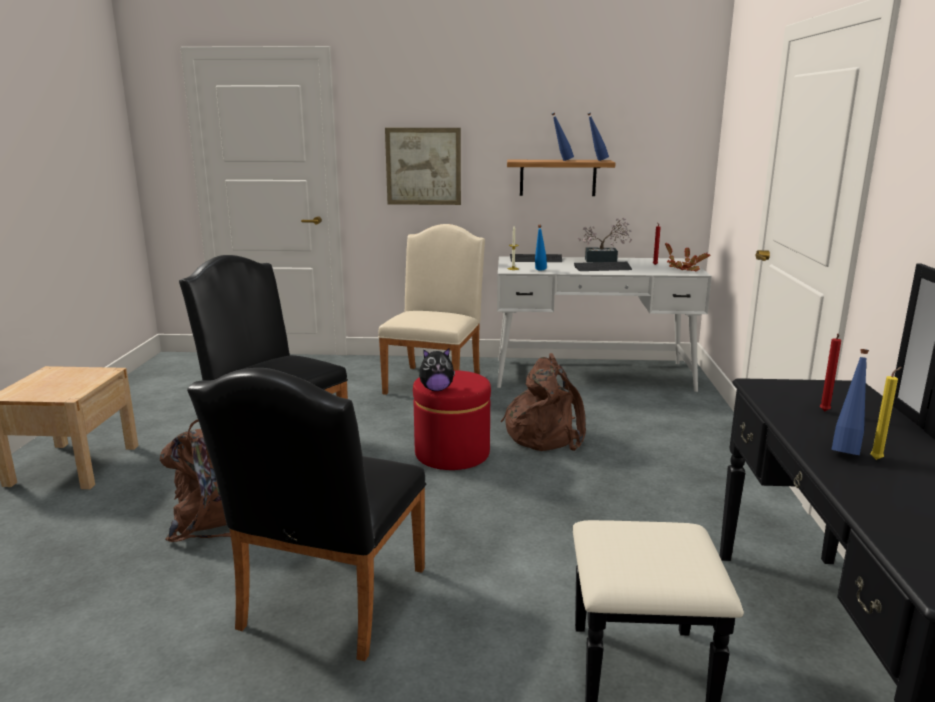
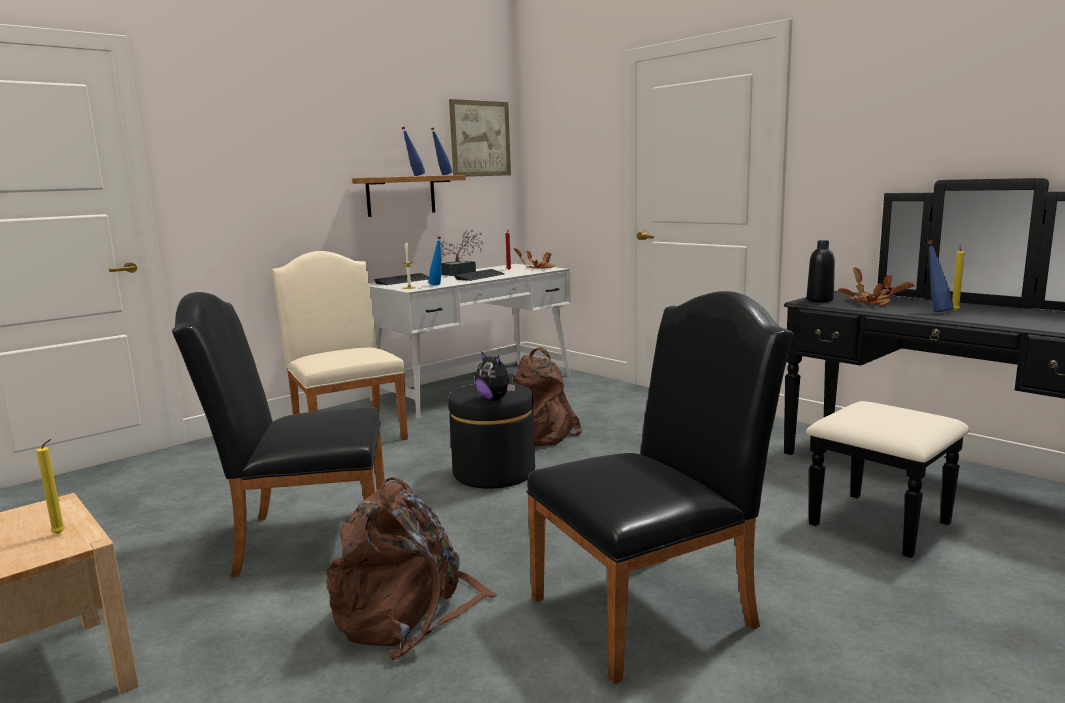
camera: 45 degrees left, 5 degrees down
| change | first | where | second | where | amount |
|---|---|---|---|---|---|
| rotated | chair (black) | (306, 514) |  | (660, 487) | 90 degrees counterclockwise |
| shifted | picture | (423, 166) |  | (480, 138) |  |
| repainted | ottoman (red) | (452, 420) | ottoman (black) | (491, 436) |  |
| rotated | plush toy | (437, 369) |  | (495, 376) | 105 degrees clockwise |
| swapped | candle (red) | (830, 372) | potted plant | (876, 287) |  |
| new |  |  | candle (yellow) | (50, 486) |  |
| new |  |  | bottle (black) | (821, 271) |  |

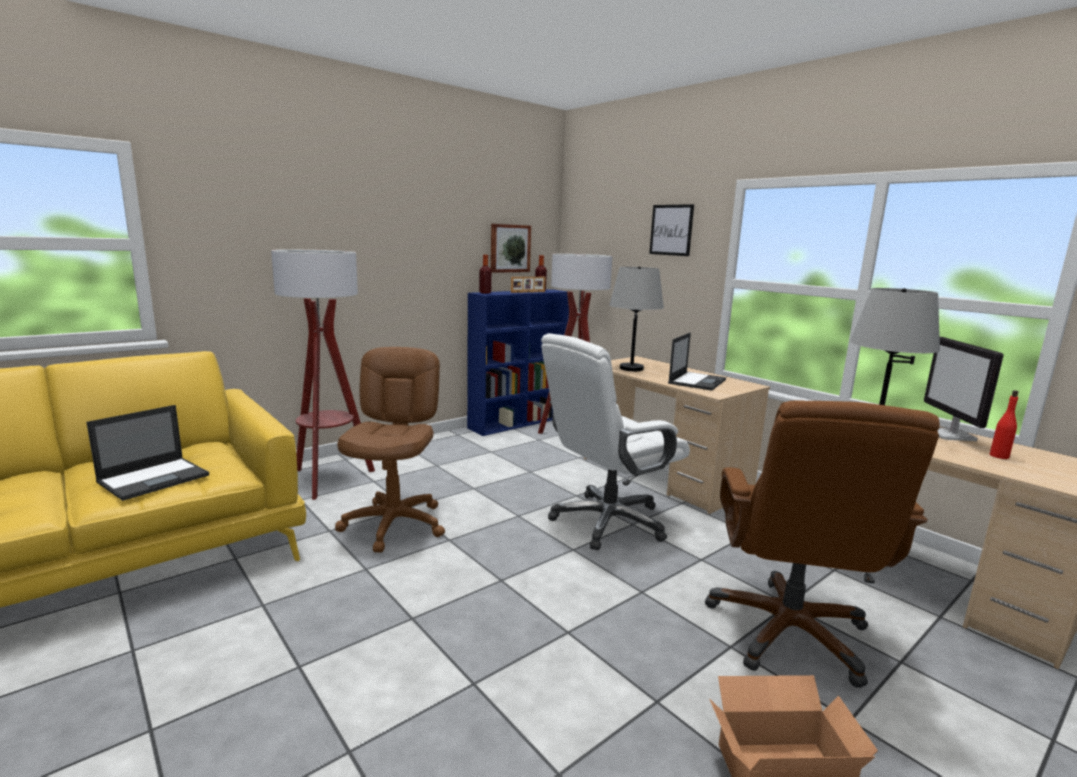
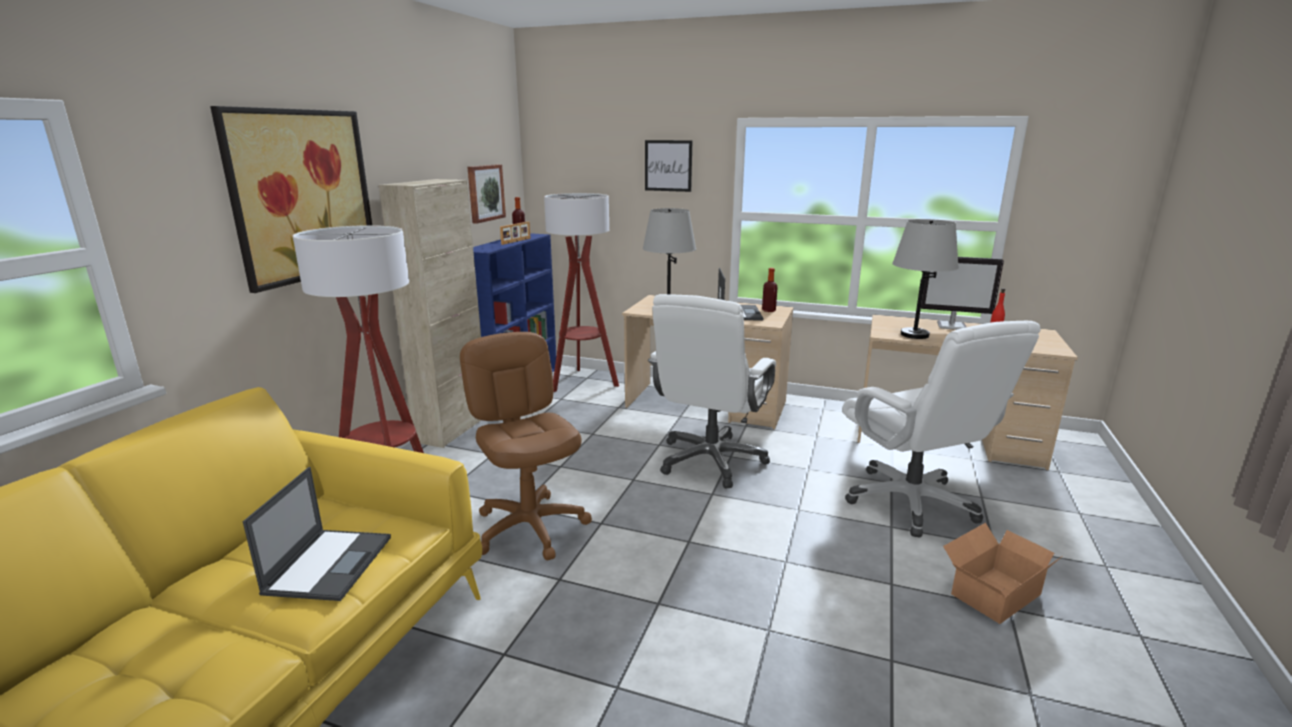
camera: 30 degrees left, 5 degrees up
| change | first | where | second | where | amount |
|---|---|---|---|---|---|
| shifted | bottle | (485, 274) |  | (770, 290) |  |
| repainted | office chair (brown) | (822, 544) | office chair (white) | (941, 429) |  |
| rotated | monitor | (964, 389) |  | (962, 293) | 45 degrees counterclockwise |
| new |  |  | picture | (291, 199) |  |
| new |  |  | cabinet (beige) | (430, 313) |  |

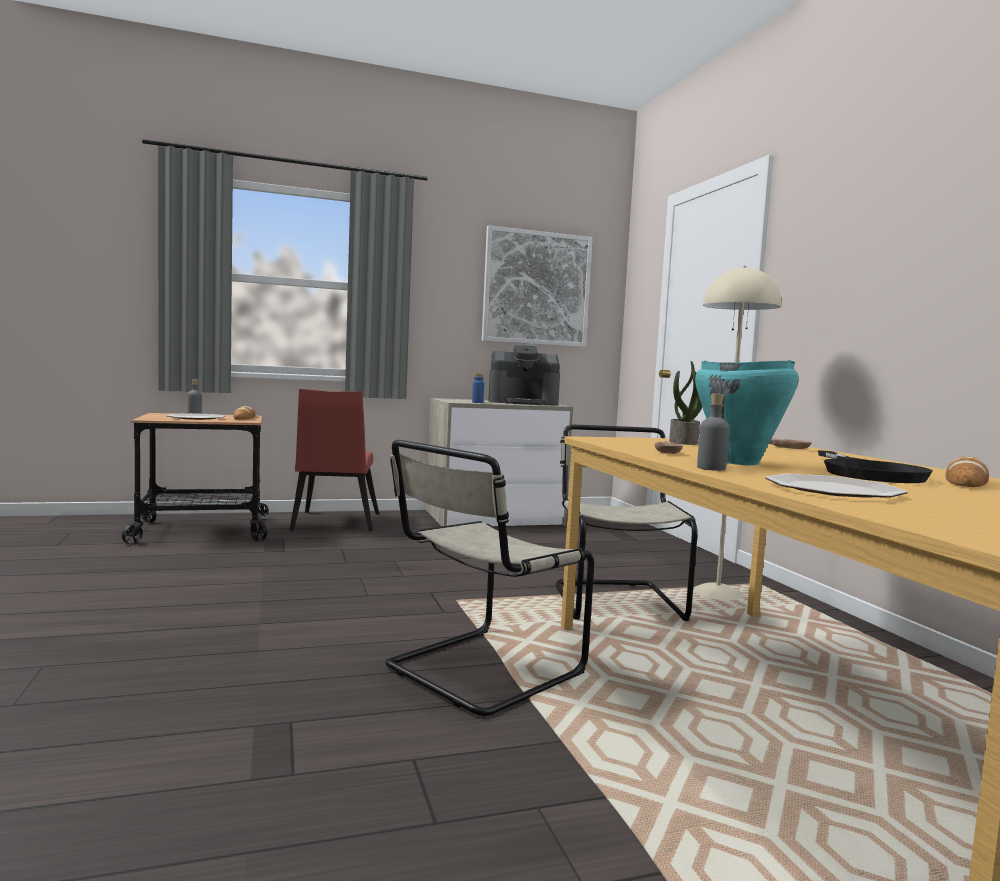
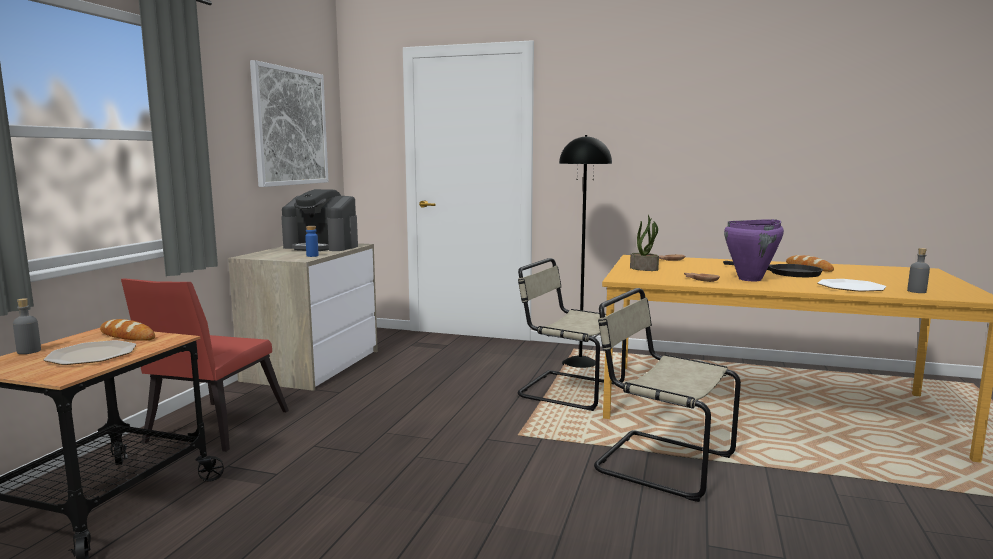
camera: 55 degrees left, 5 degrees up
| change | first | where | second | where | amount |
|---|---|---|---|---|---|
| rotated | chair (red) | (334, 460) |  | (205, 365) | 75 degrees clockwise |
| rotated | chair (beige) | (489, 578) |  | (667, 395) | 135 degrees clockwise |
| rotated | coffee machine | (524, 375) |  | (319, 220) | 75 degrees clockwise |
| repainted | floor lamp (beige) | (737, 433) | floor lamp (black) | (585, 251) |  |
| repainted | cooking pot (turquoise) | (747, 412) | cooking pot (purple) | (754, 250) |  |
| shifted | bottle (grey) | (713, 432) |  | (918, 270) |  |

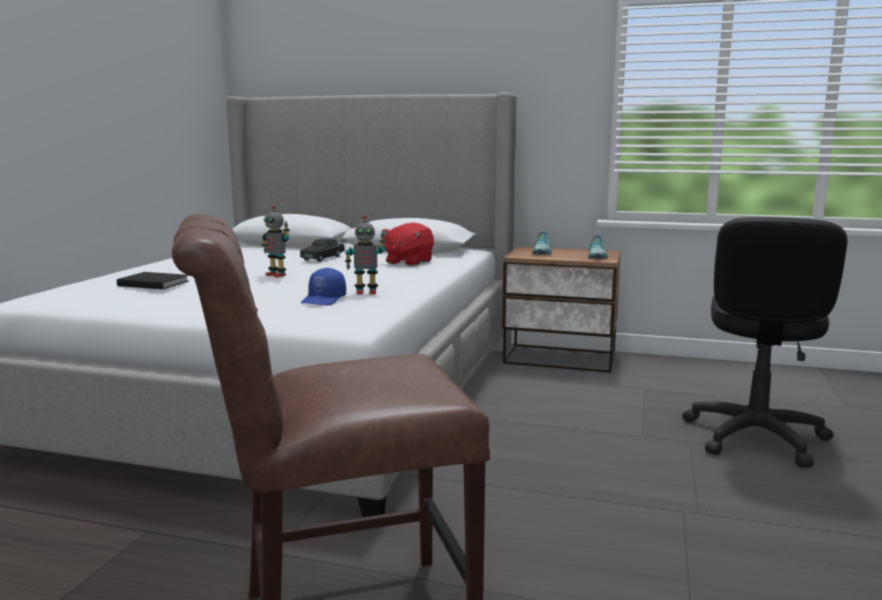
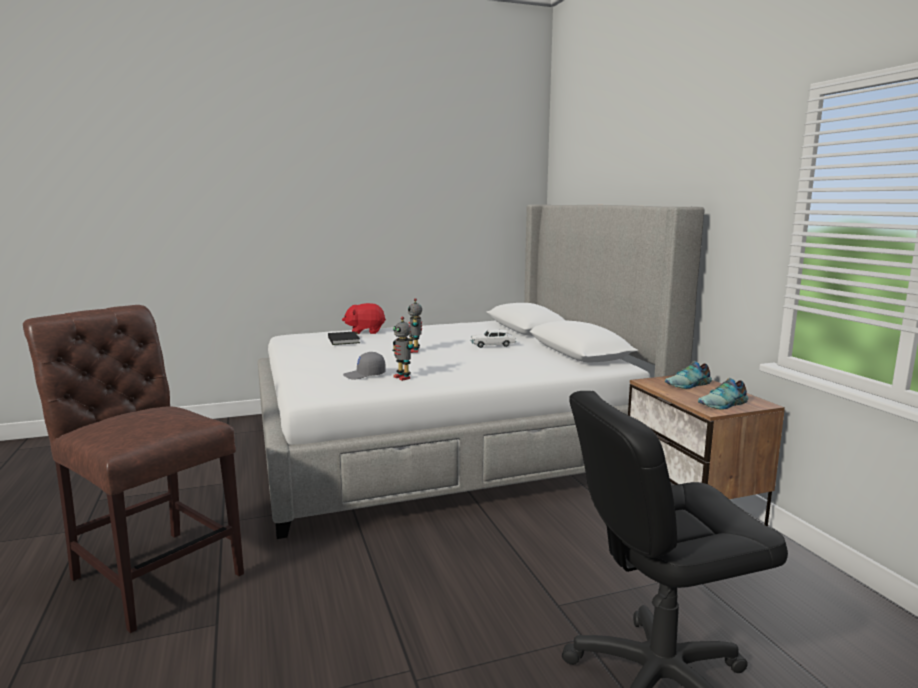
camera: 55 degrees right, 0 degrees up
| change | first | where | second | where | amount |
|---|---|---|---|---|---|
| repainted | toy car (black) | (322, 250) | toy car (white) | (493, 338) |  |
| repainted | cap (blue) | (323, 287) | cap (grey) | (364, 366) |  |
| shifted | plush toy (red) | (407, 244) |  | (364, 318) |  |

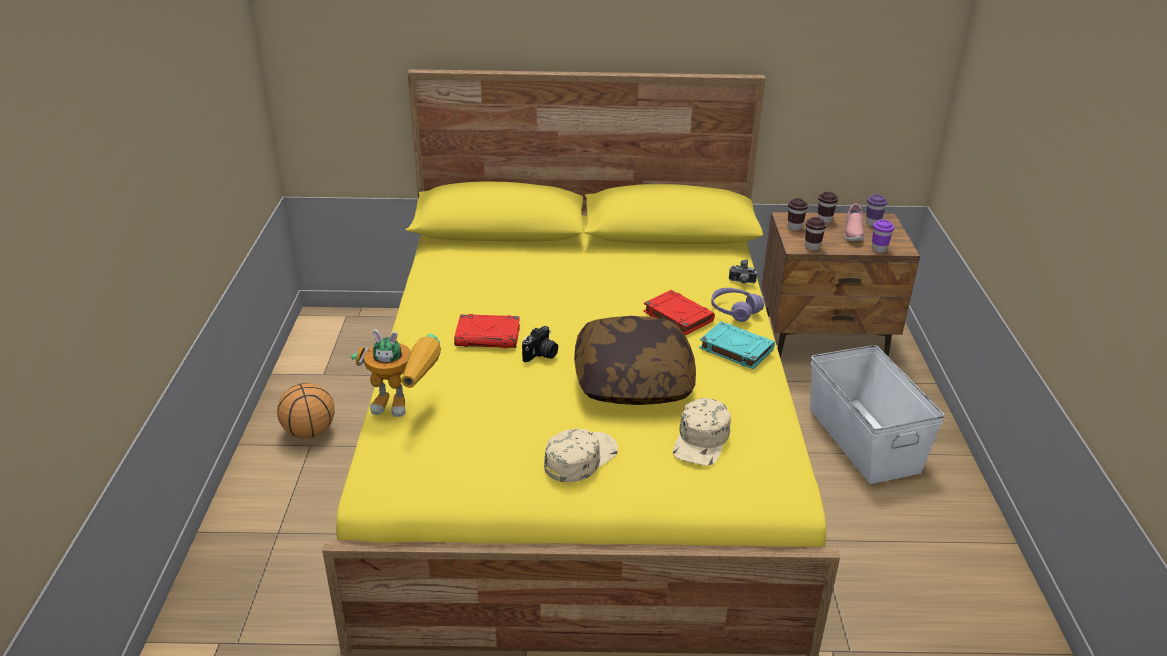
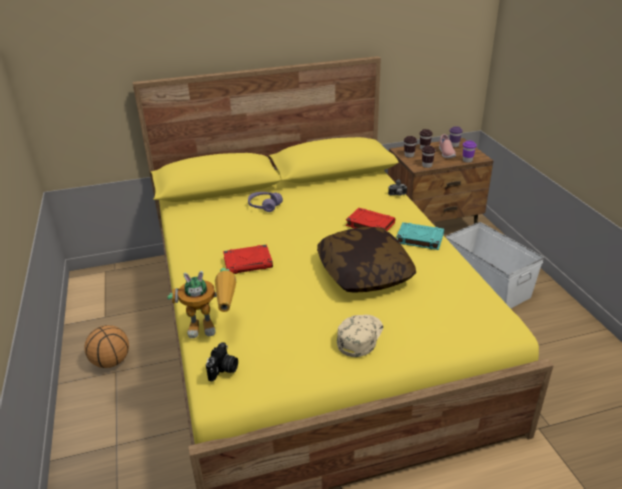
camera: 15 degrees left, 0 degrees up
| change | first | where | second | where | amount |
|---|---|---|---|---|---|
| shifted | photo camera | (540, 344) |  | (222, 362) |  |
| gone | cap (beige) | (702, 432) |  |  |  |
| shifted | headphones (purple) | (737, 305) |  | (265, 202) |  |

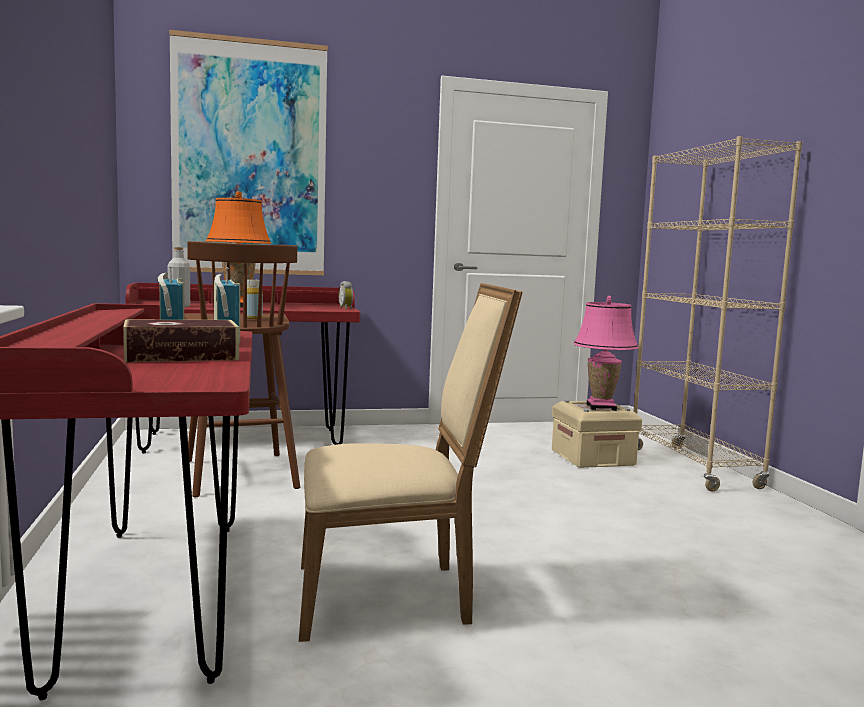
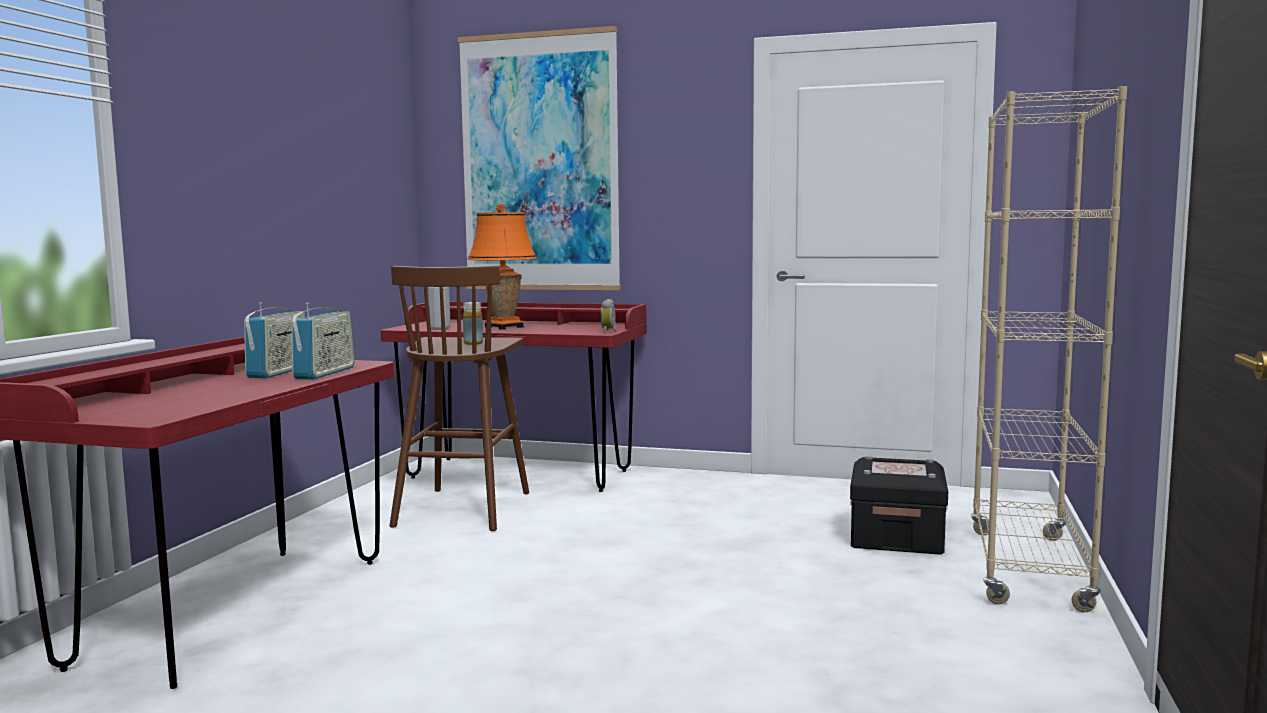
camera: 30 degrees right, 0 degrees up
| change | first | where | second | where | amount |
|---|---|---|---|---|---|
| gone | book | (181, 341) |  |  |  |
| gone | chair (beige) | (410, 462) |  |  |  |
| repainted | storage box (beige) | (597, 434) | storage box (black) | (899, 505) |  |
| gone | table lamp (pink) | (606, 353) |  |  |  |

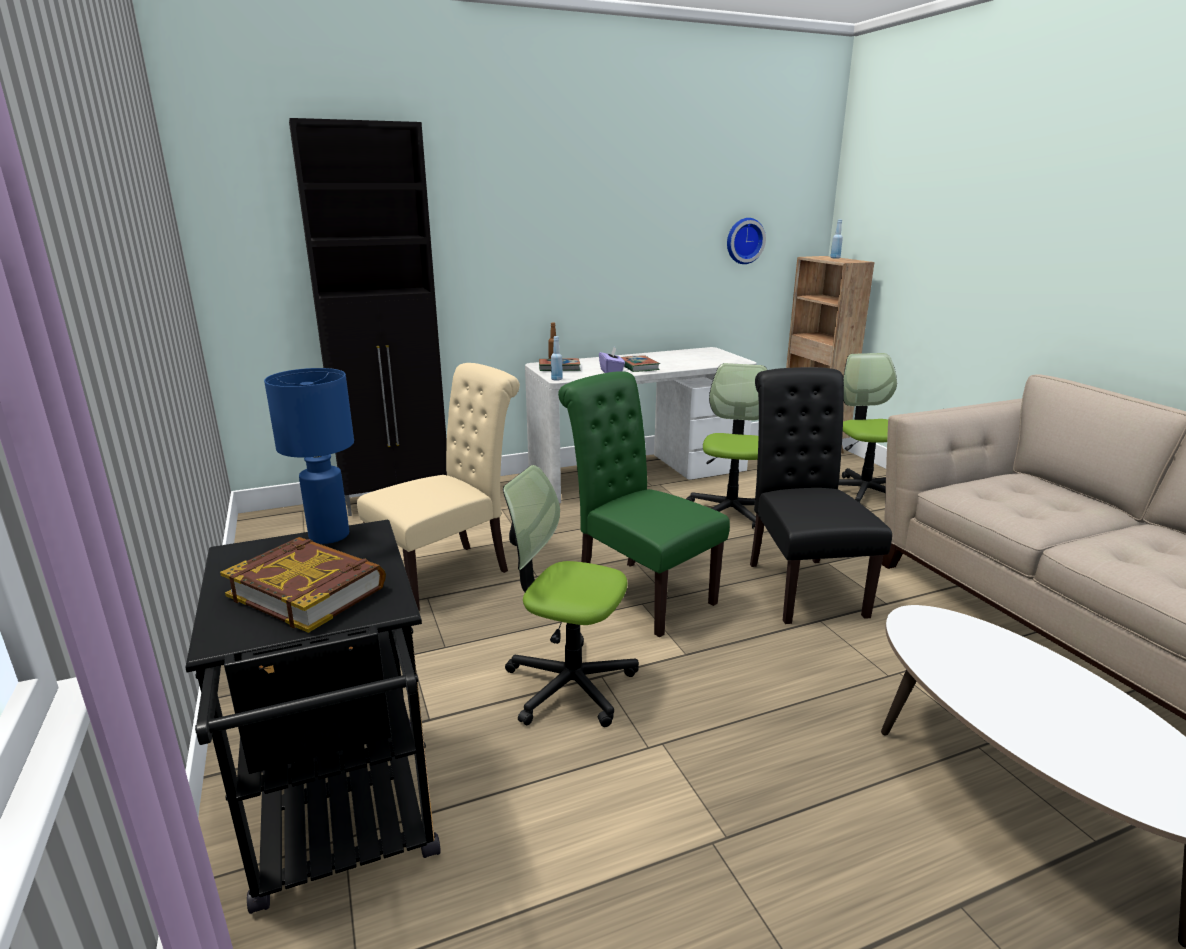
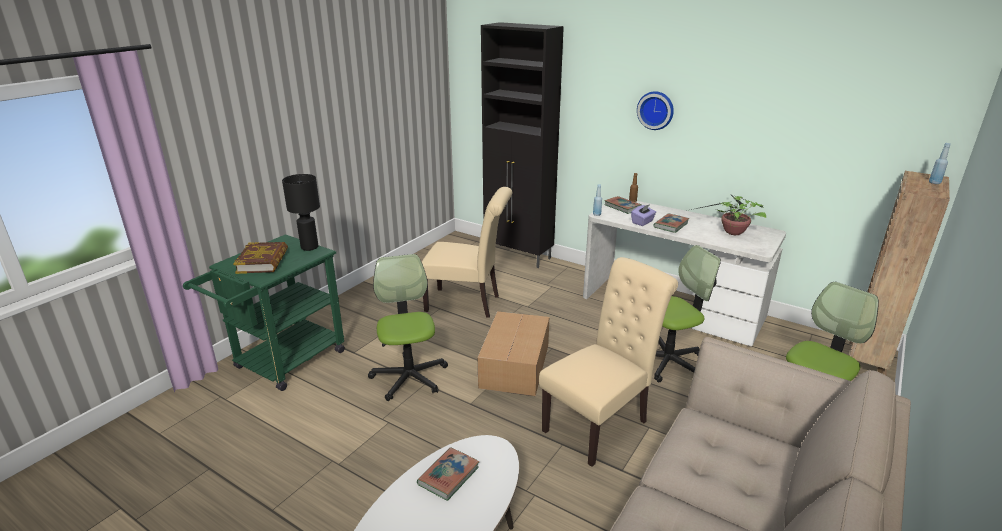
camera: 55 degrees right, 5 degrees up
| change | first | where | second | where | amount |
|---|---|---|---|---|---|
| repainted | cart (black) | (313, 717) | cart (green) | (264, 312) |  |
| repainted | table lamp (blue) | (309, 456) | table lamp (black) | (301, 212) |  |
| swapped | chair (green) | (644, 504) | cardboard box | (513, 353) |  |
| shifted | wall clock | (746, 241) |  | (655, 110) |  |
| repainted | chair (black) | (821, 495) | chair (beige) | (608, 362) |  |
| new |  |  | book | (448, 474) |  |
| new |  |  | potted plant | (726, 214) |  |

